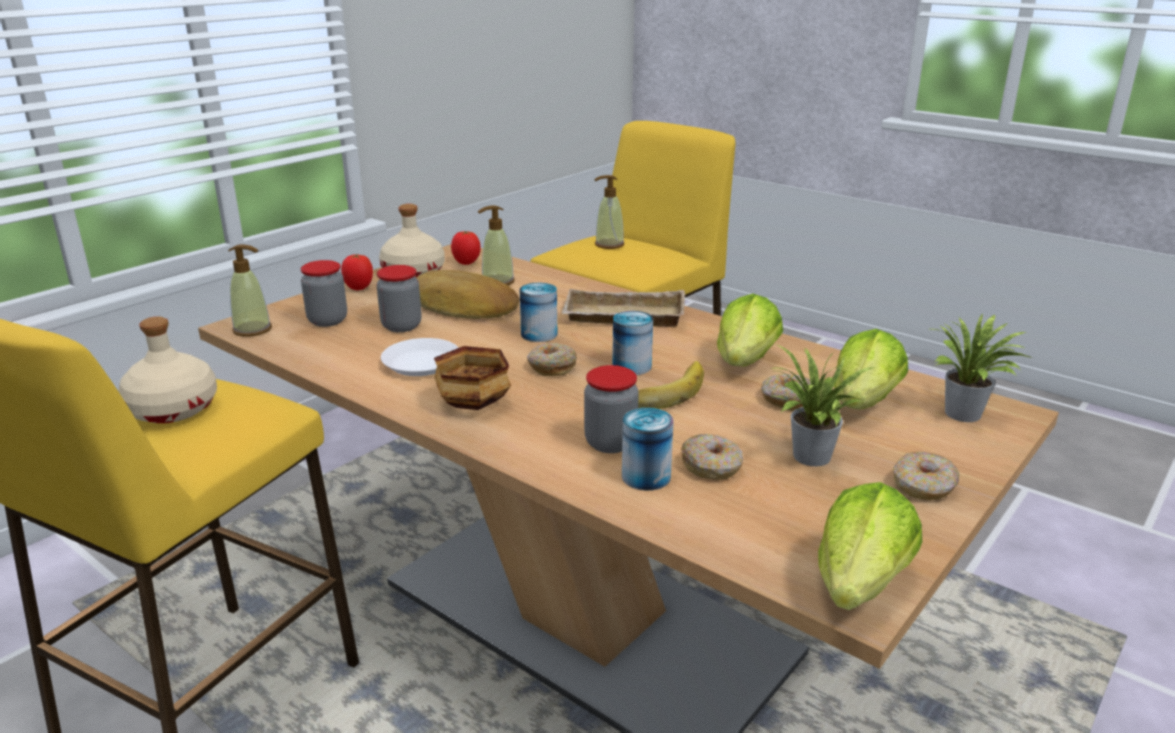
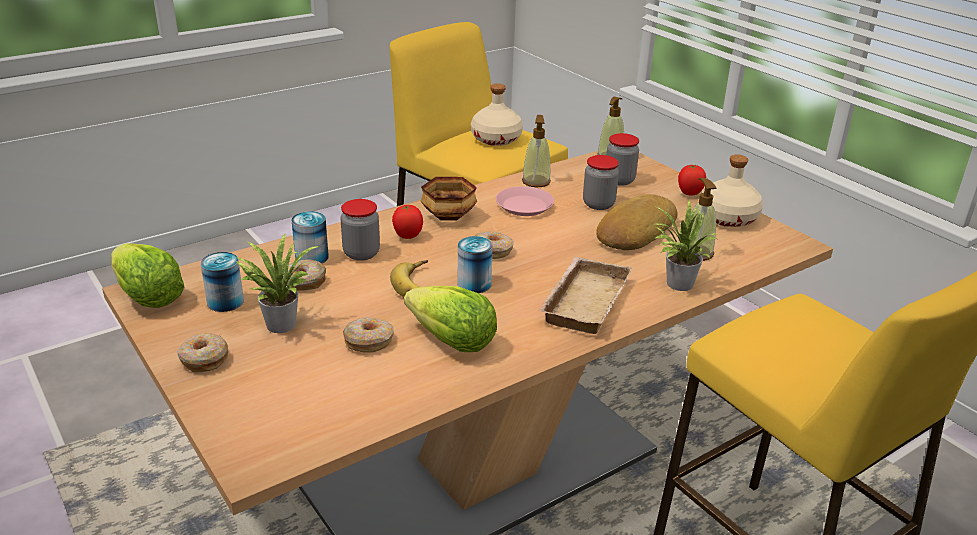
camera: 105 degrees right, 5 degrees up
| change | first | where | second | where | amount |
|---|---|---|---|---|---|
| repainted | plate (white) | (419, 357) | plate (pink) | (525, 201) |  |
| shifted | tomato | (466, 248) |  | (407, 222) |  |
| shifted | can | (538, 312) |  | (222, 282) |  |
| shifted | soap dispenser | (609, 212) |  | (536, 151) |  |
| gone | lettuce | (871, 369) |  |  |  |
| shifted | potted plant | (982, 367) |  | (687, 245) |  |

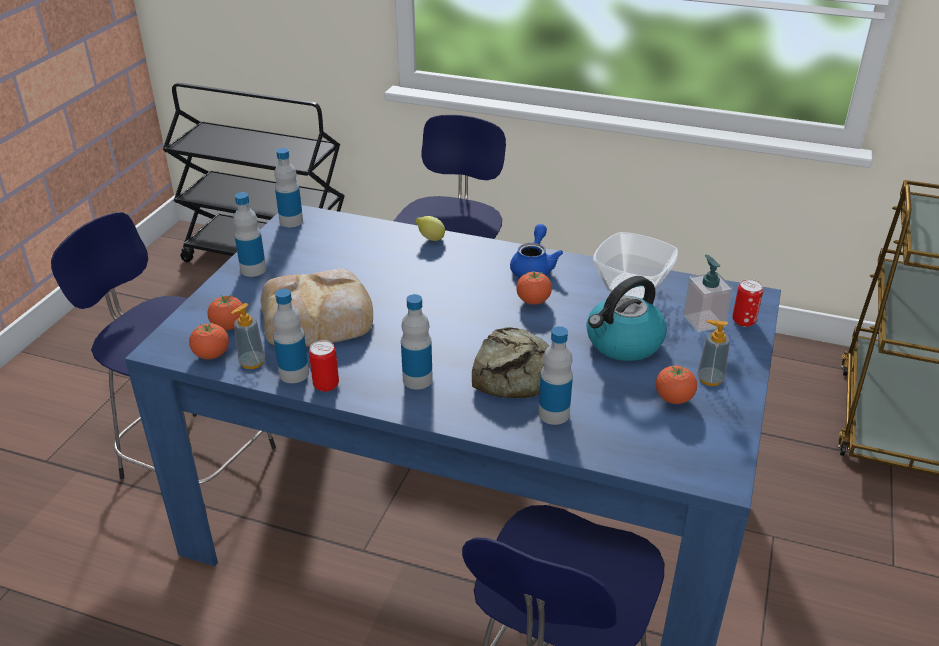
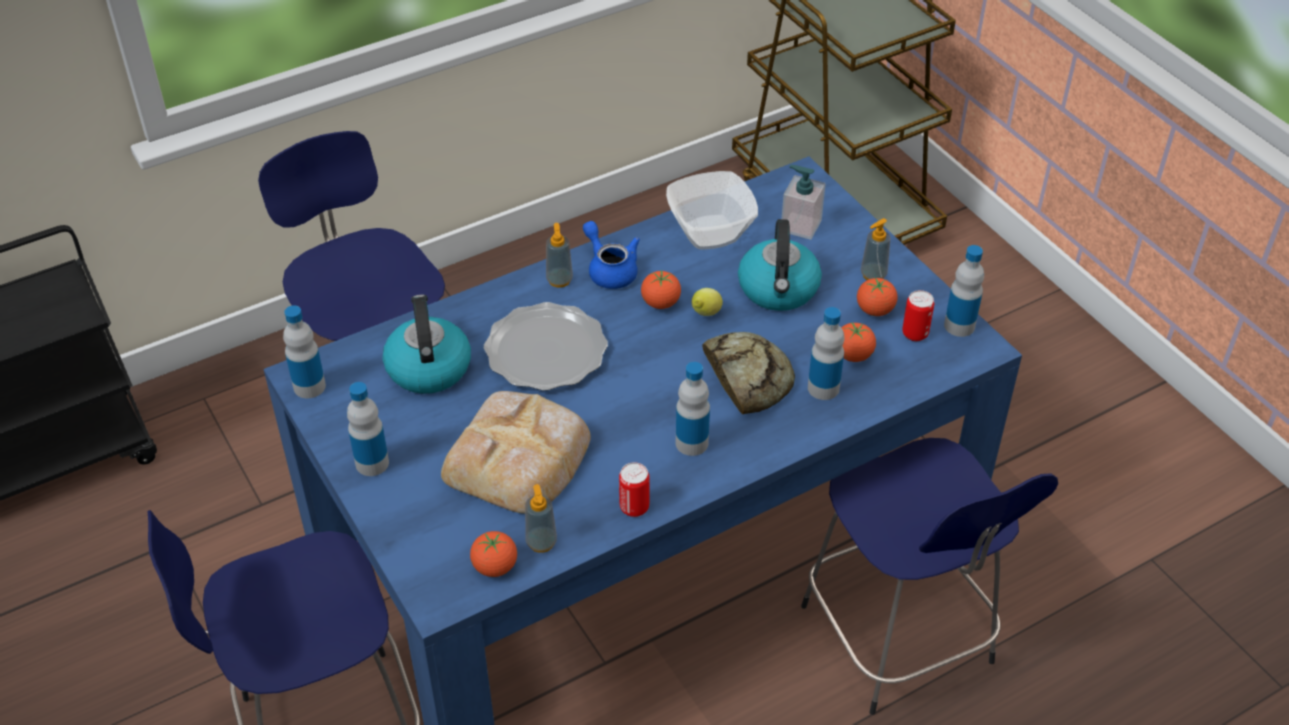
camera: 50 degrees left, 10 degrees up
| change | first | where | second | where | amount |
|---|---|---|---|---|---|
| shifted | tomato | (225, 312) |  | (858, 342) |  |
| shifted | bottle | (291, 336) |  | (964, 291) |  |
| shifted | lemon | (430, 228) |  | (707, 302) |  |
| shifted | can | (747, 303) |  | (918, 315) |  |
| new |  |  | kettle | (427, 344) |  |
| new |  |  | plate | (546, 346) |  |
| new |  |  | soap dispenser | (559, 255) |  |

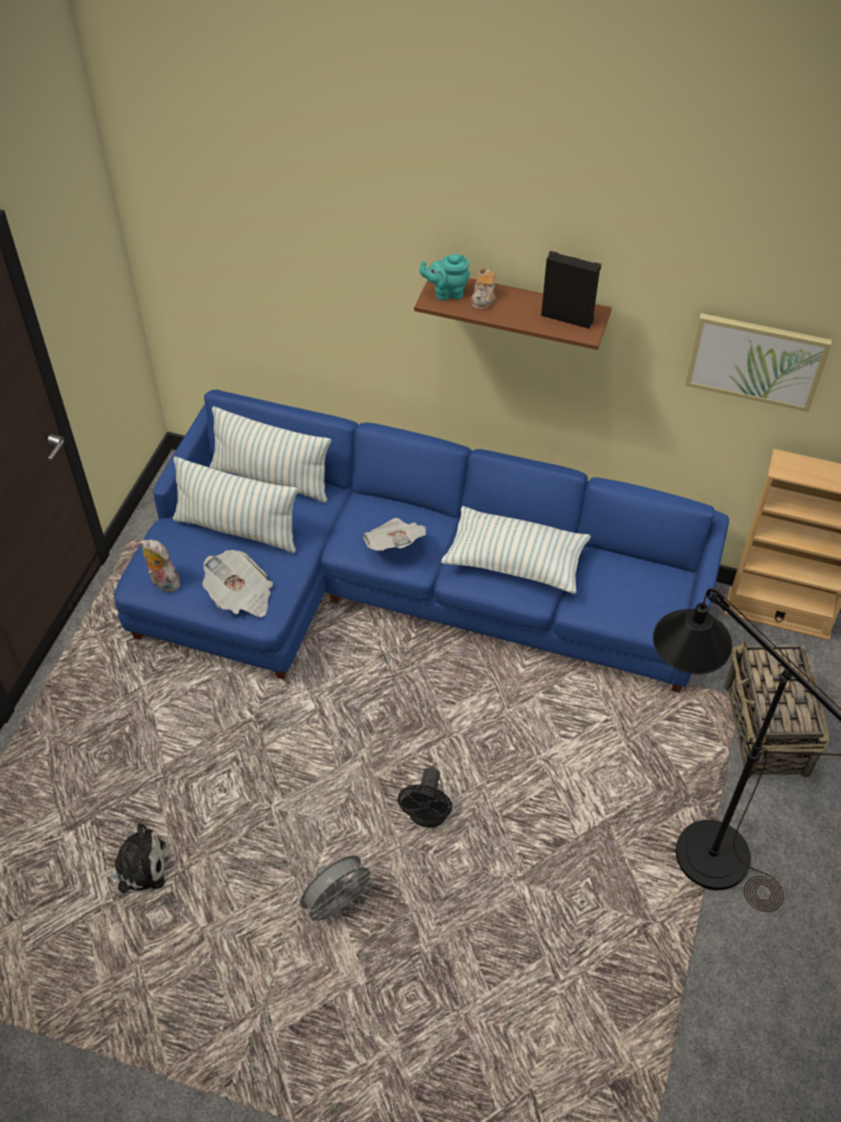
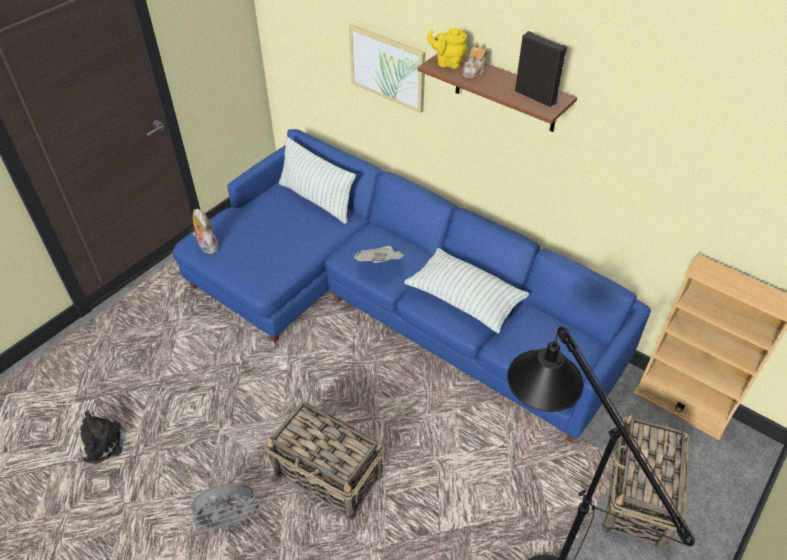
camera: 20 degrees right, 5 degrees down
| change | first | where | second | where | amount |
|---|---|---|---|---|---|
| rotated | plush toy | (131, 858) |  | (108, 437) | 150 degrees clockwise |
| gone | pillow | (235, 505) |  |  |  |
| gone | newspaper | (237, 583) |  |  |  |
| swapped | fan (black) | (425, 797) | basket | (324, 461) |  |
| repainted | teapot (turquoise) | (444, 277) | teapot (yellow) | (447, 48) |  |
| shifted | picture | (758, 362) |  | (387, 68) |  |

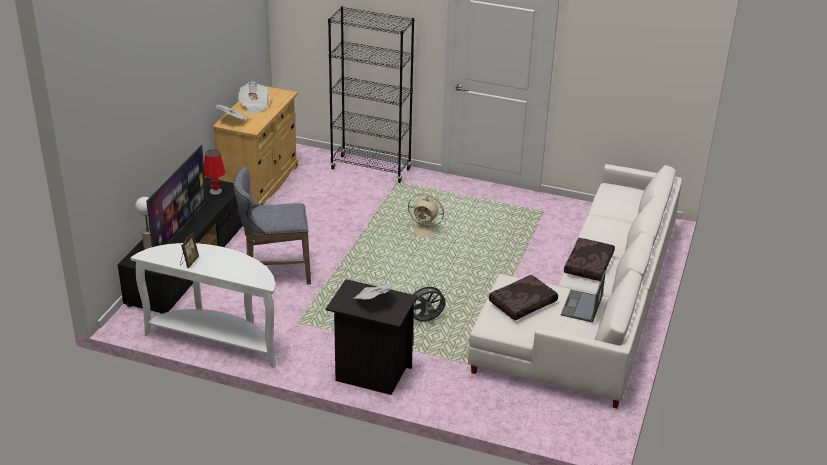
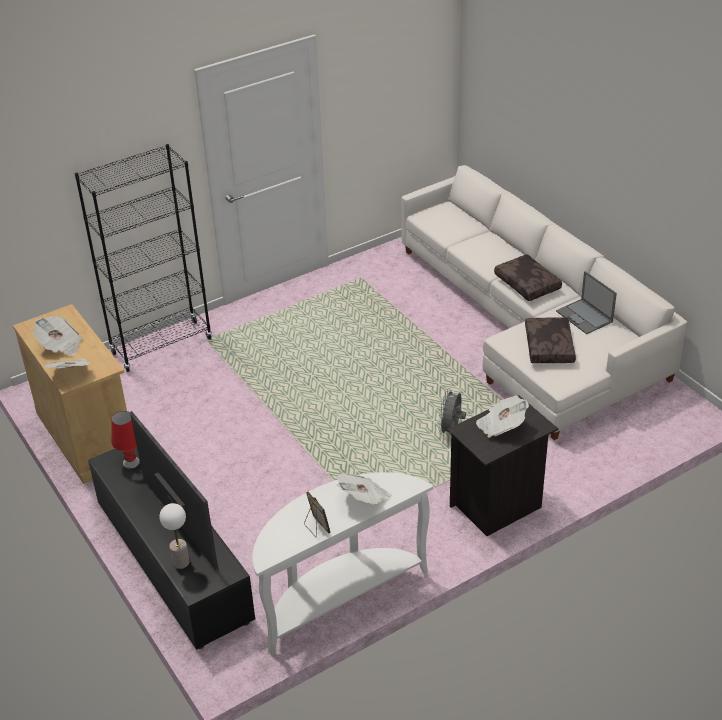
camera: 50 degrees left, 5 degrees up
| change | first | where | second | where | amount |
|---|---|---|---|---|---|
| gone | stool (grey) | (272, 226) |  |  |  |
| gone | fan (beige) | (425, 214) |  |  |  |
| new |  |  | newspaper | (364, 489) |  |

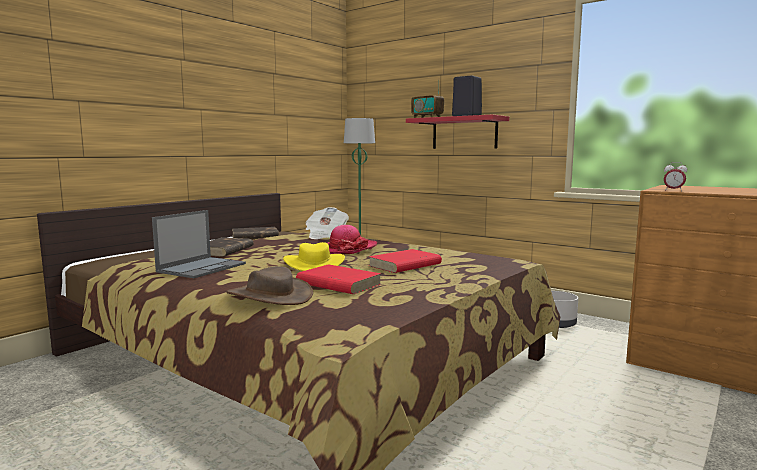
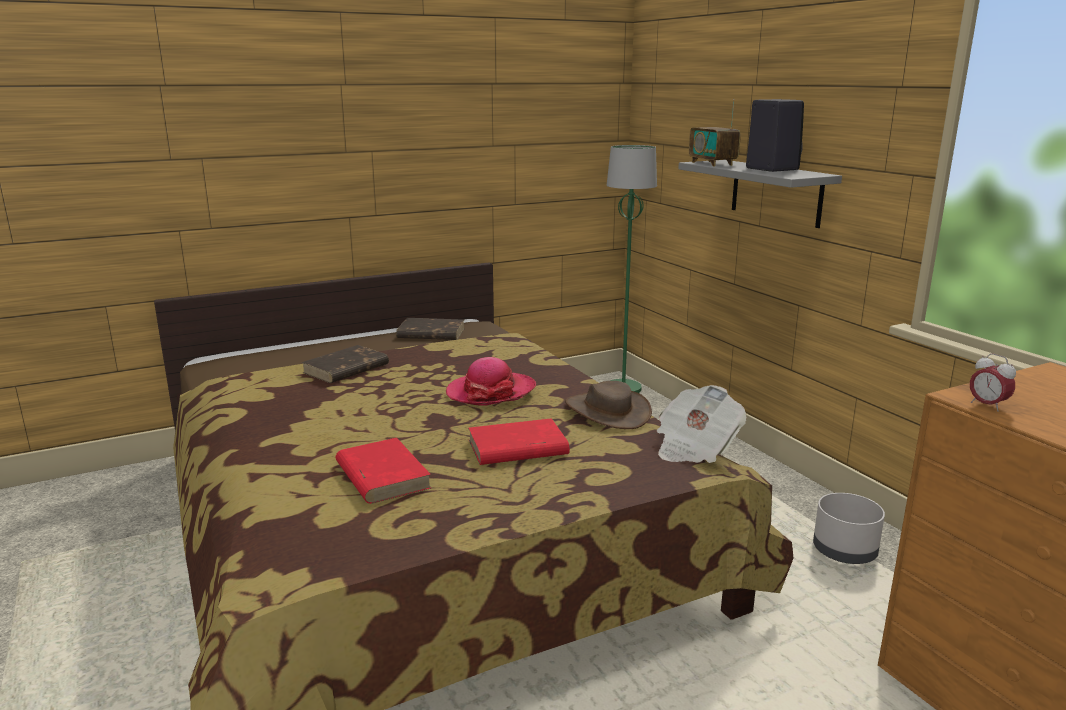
camera: 25 degrees right, 10 degrees up
| change | first | where | second | where | amount |
|---|---|---|---|---|---|
| gone | laptop | (199, 244) |  |  |  |
| shifted | hat (brown) | (269, 285) |  | (608, 405) |  |
| gone | hat (yellow) | (314, 256) |  |  |  |
| shifted | newspaper | (327, 223) |  | (702, 424) |  |
| repainted | shelf (red) | (457, 131) | shelf (grey) | (760, 194) |  |

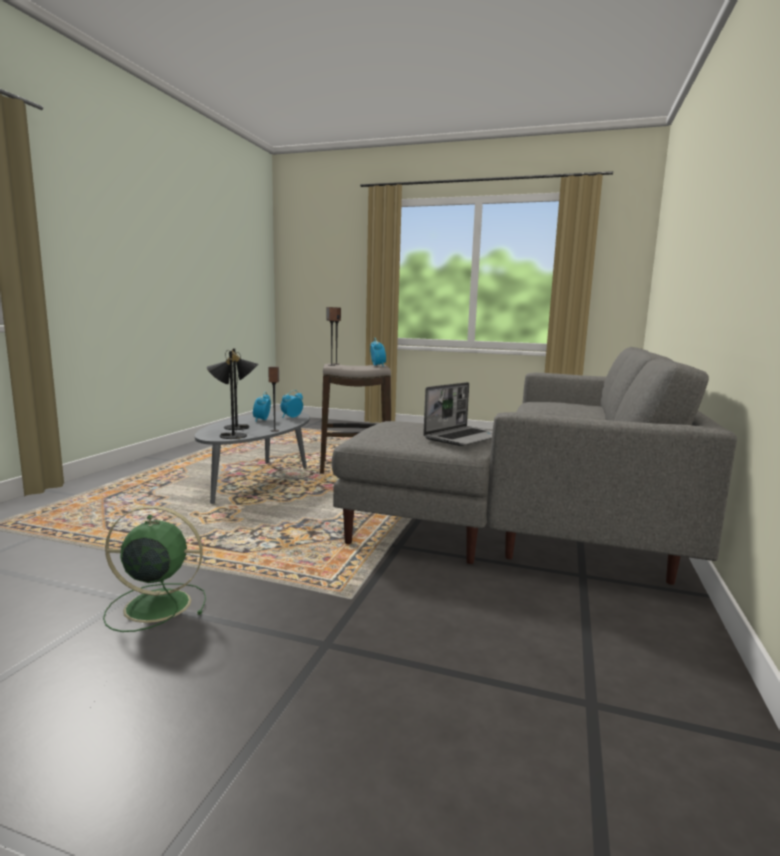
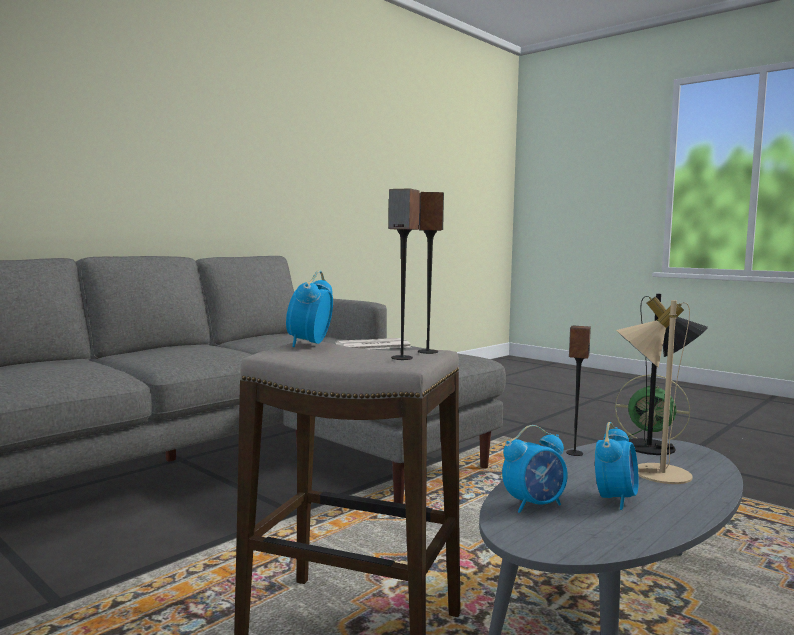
camera: 155 degrees left, 5 degrees down
| change | first | where | second | where | amount |
|---|---|---|---|---|---|
| repainted | table lamp (black) | (241, 389) | table lamp (beige) | (654, 392) |  |
| swapped | laptop | (458, 414) | newspaper | (373, 343) |  |

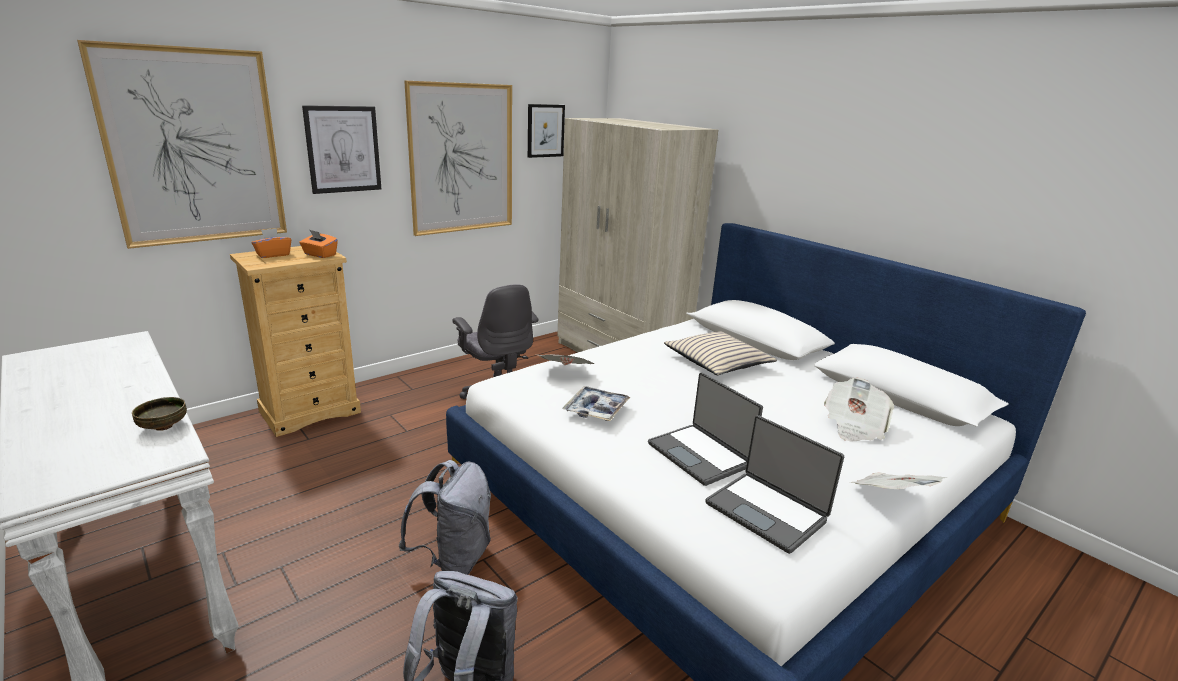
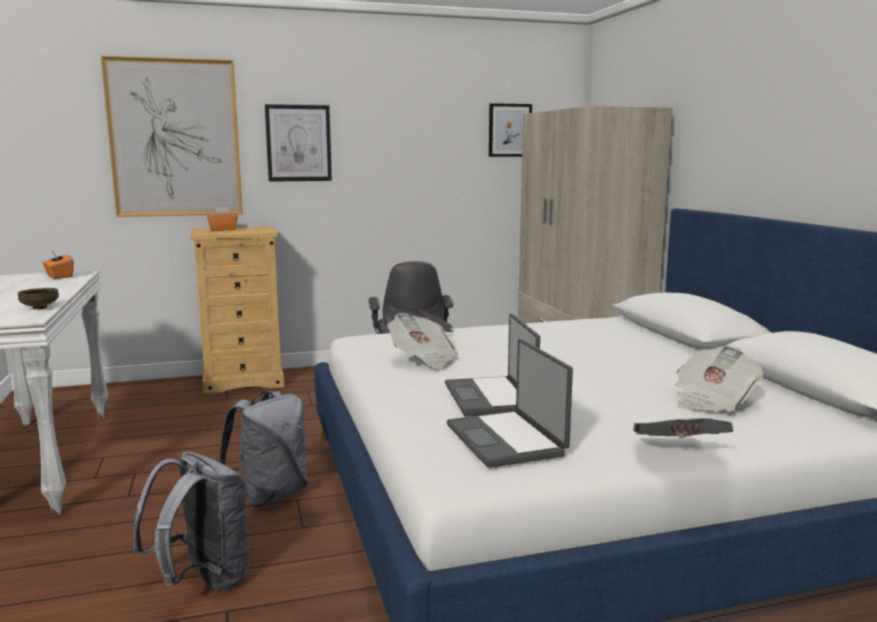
camera: 25 degrees right, 10 degrees down
| change | first | where | second | where | amount |
|---|---|---|---|---|---|
| shifted | tissue box (orange) | (318, 244) |  | (58, 264) |  |
| gone | picture | (458, 158) |  |  |  |
| swapped | tray | (597, 403) | newspaper | (423, 340) |  |
| gone | pillow (beige) | (720, 353) |  |  |  |

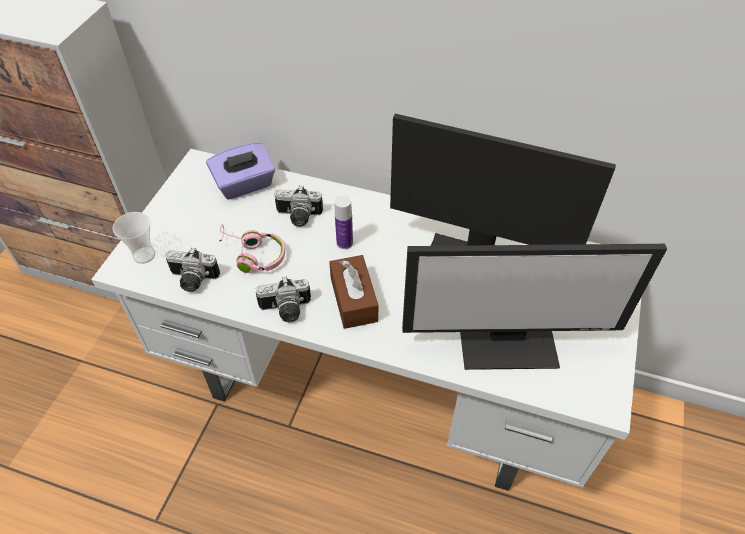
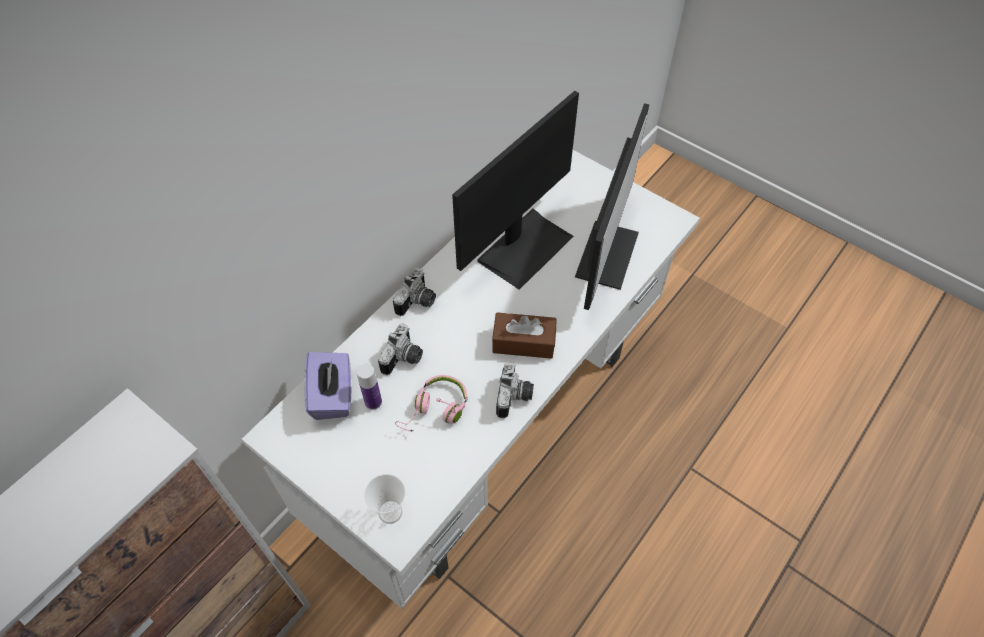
camera: 70 degrees left, 5 degrees up
| change | first | where | second | where | amount |
|---|---|---|---|---|---|
| shifted | photo camera | (192, 270) |  | (414, 292) |  |
| shifted | bottle | (343, 222) |  | (369, 387) |  |

